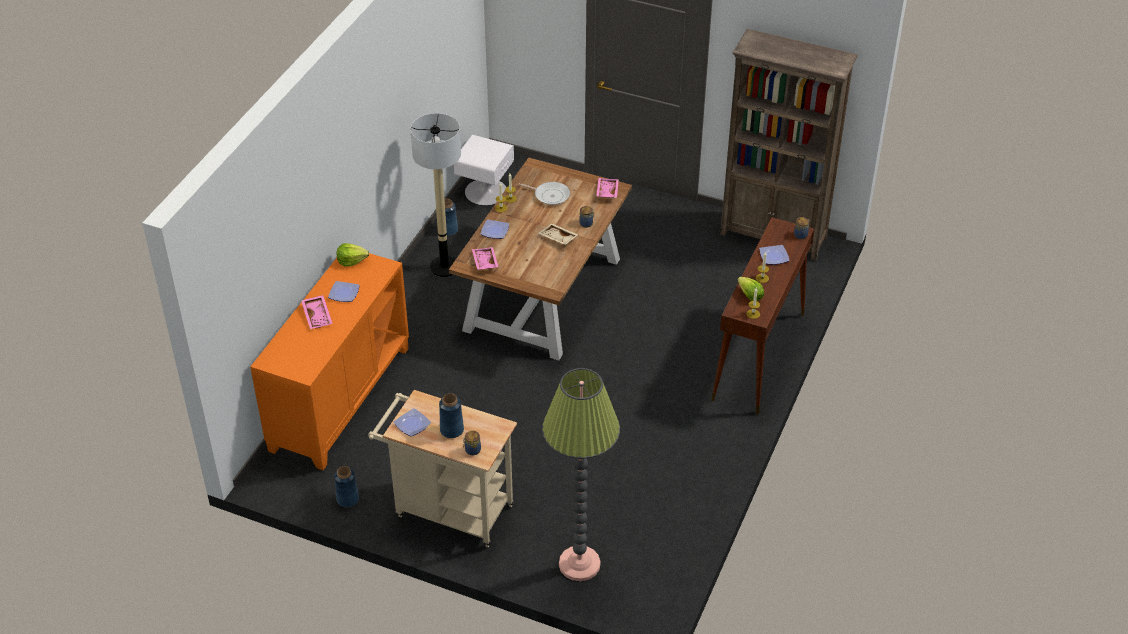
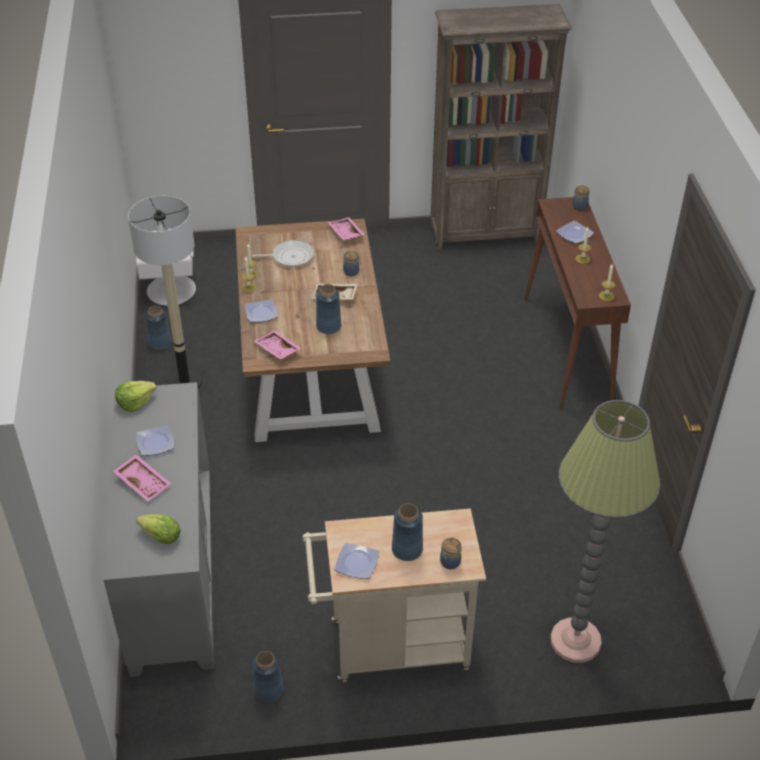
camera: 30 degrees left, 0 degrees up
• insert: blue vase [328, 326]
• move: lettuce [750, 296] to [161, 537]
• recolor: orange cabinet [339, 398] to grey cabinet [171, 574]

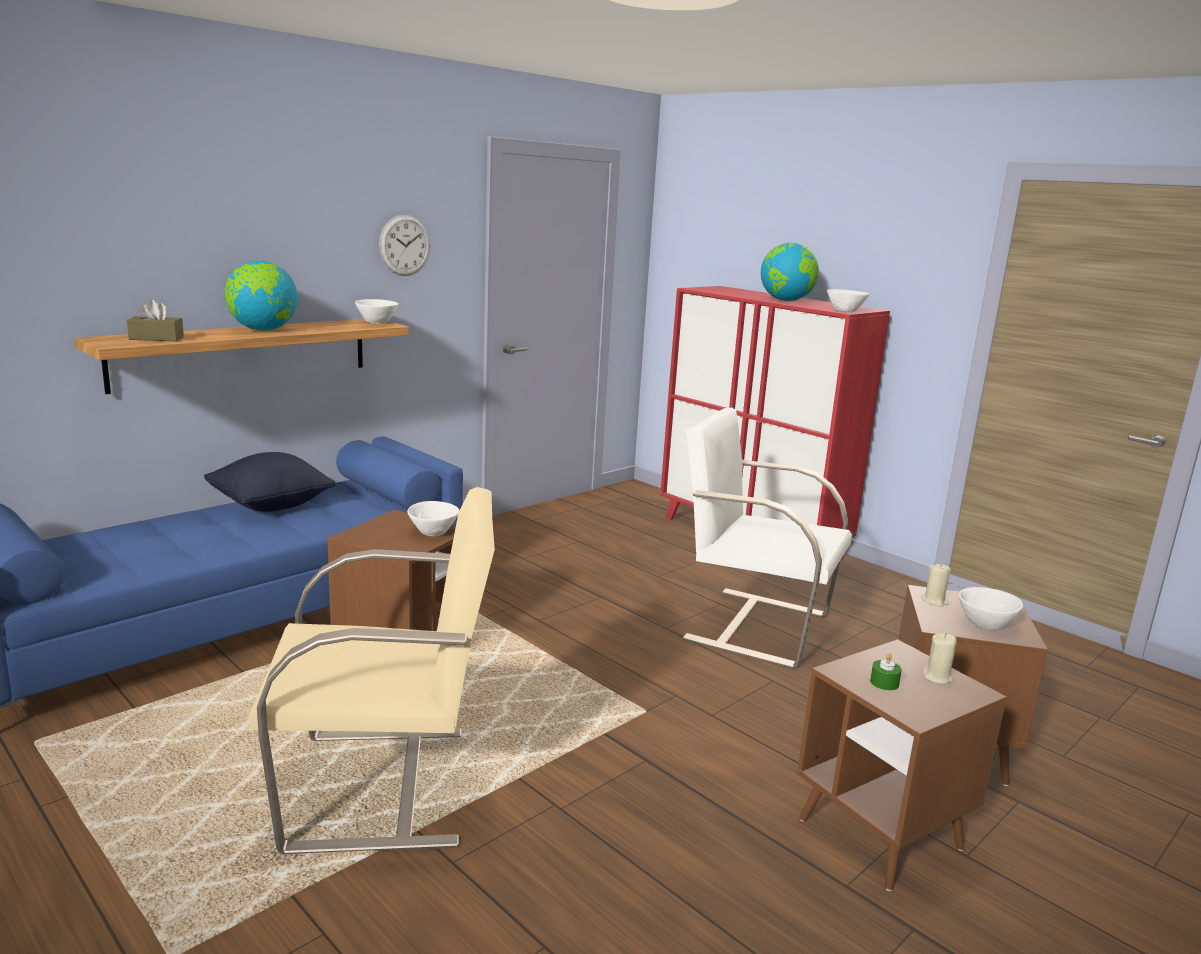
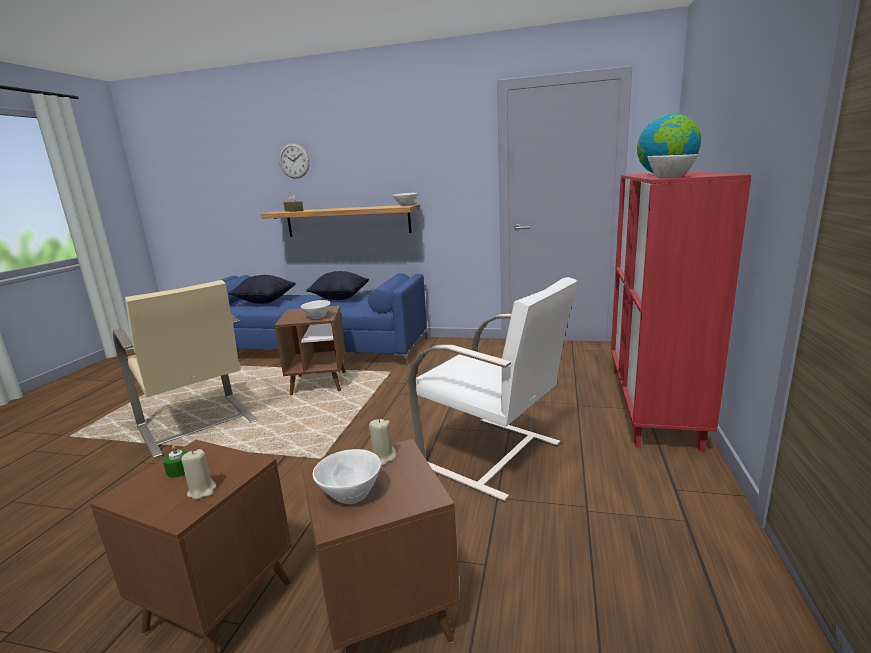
camera: 60 degrees right, 0 degrees up
• delete: globe [263, 330]
• insert: black pillow [265, 301]
• move: wall clock [405, 245] to [294, 161]
• rotate: white armchair [755, 626] = [493, 455] 135 degrees clockwise

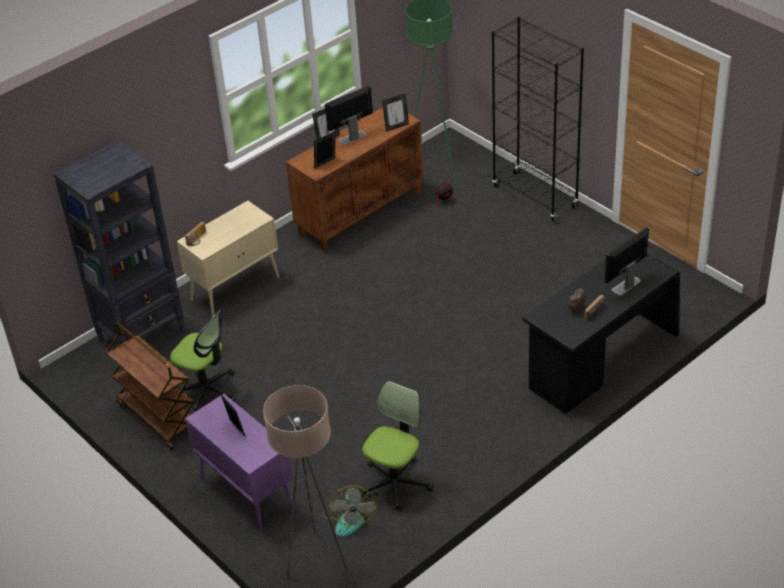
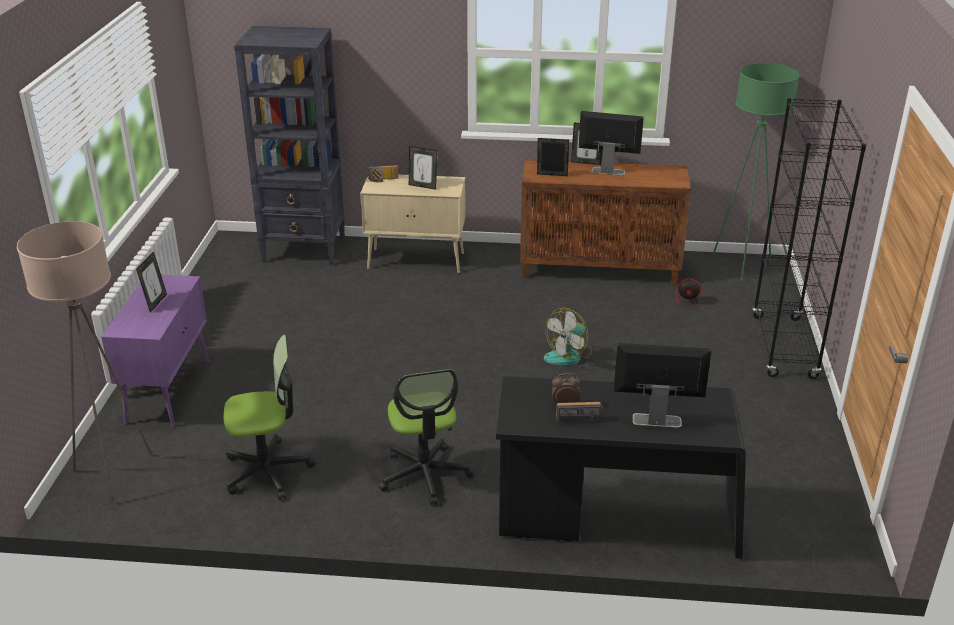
camera: 45 degrees right, 10 degrees down
• delete: brown cart [158, 417]
• move: office chair [207, 391] to [425, 475]
• move: fan [349, 518] to [568, 355]
• move: picture frame [396, 126] to [423, 186]

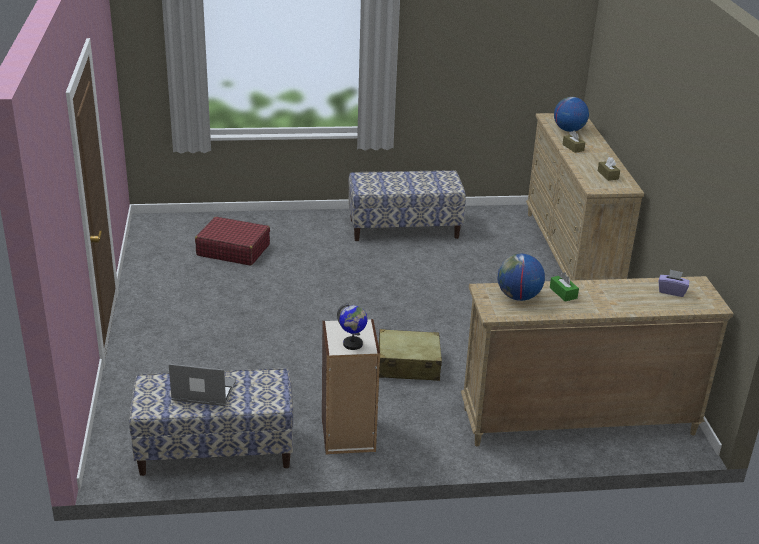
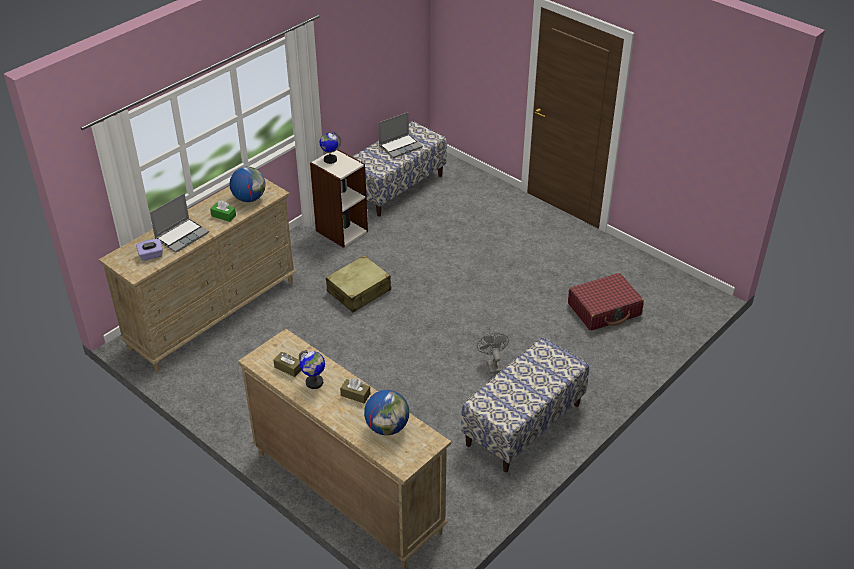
camera: 140 degrees right, 10 degrees up
• insert: laptop [182, 236]
• insert: globe [314, 382]
• insert: grey fan [492, 364]

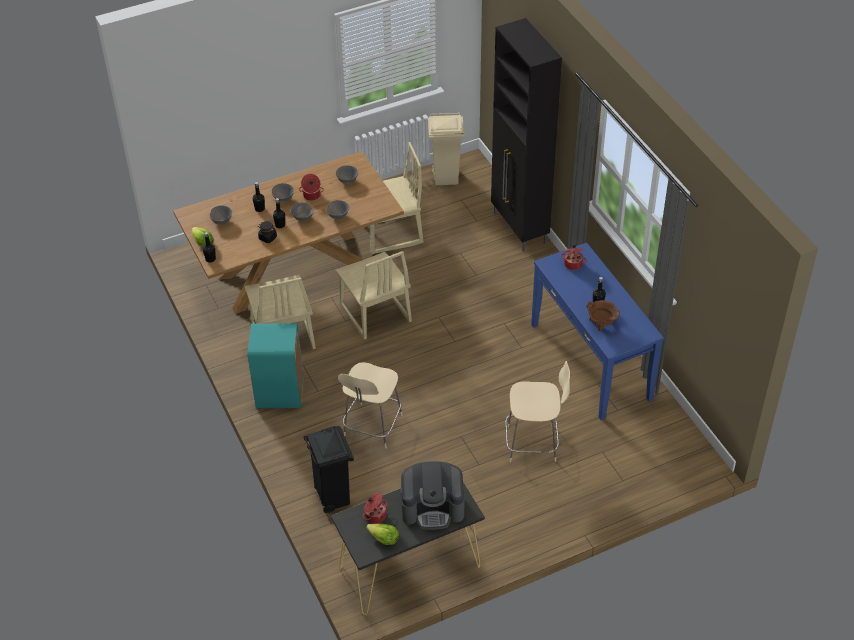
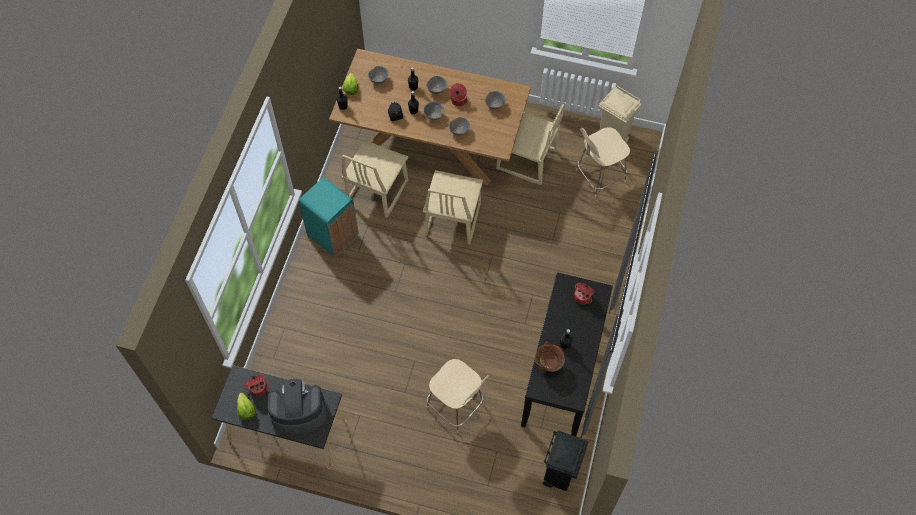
camera: 40 degrees right, 15 degrees up
• delete: black cabinet [519, 229]
• move: black trash can [333, 497] to [559, 475]
• move: beige stool [372, 427] to [598, 177]
• recolor: blue console table [591, 361] to black console table [562, 373]
• rotate: coffee machine [433, 507] = [298, 413] 135 degrees clockwise

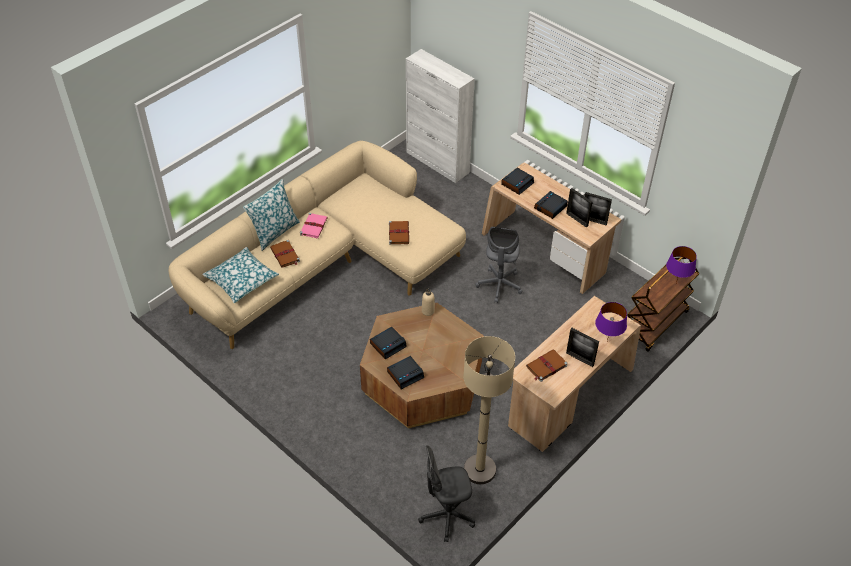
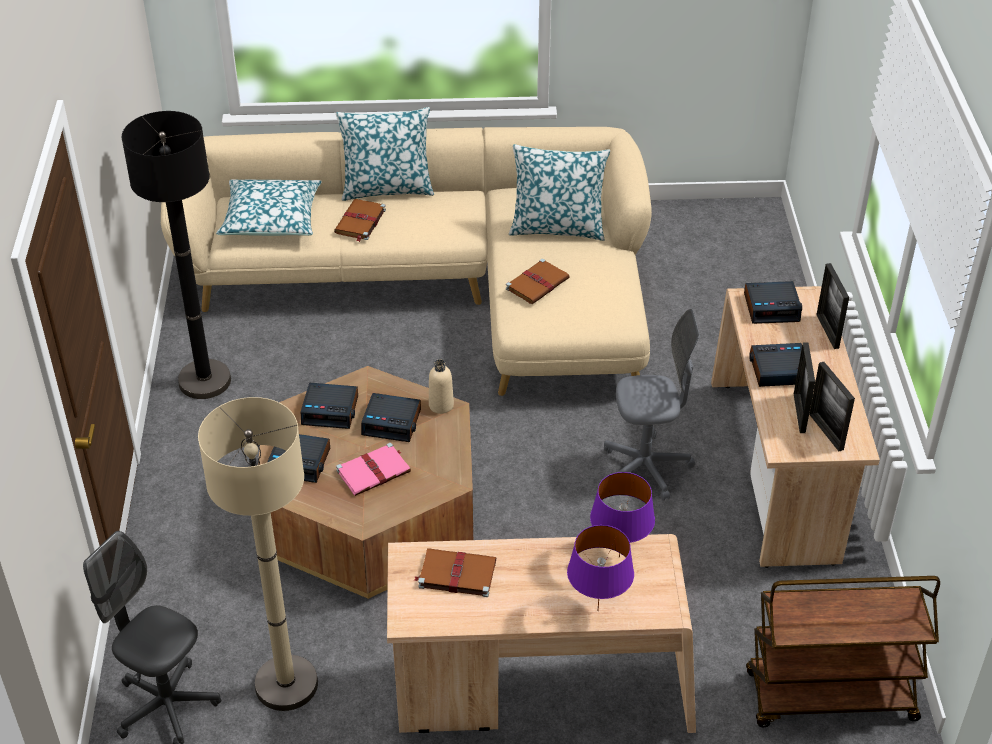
camera: 45 degrees right, 5 degrees down
• delete: white cabinet [437, 162]
• insert: black floor lamp [205, 381]
• insert: alarm clock [392, 422]
• insert: pillow [557, 228]
• move: pink book [314, 226] to [374, 471]
• move: picture frame [580, 359] to [827, 331]
• move: purple table lamp [676, 284] to [619, 557]
• rotate: grey office chair [499, 285] = [646, 468] 150 degrees counterclockwise

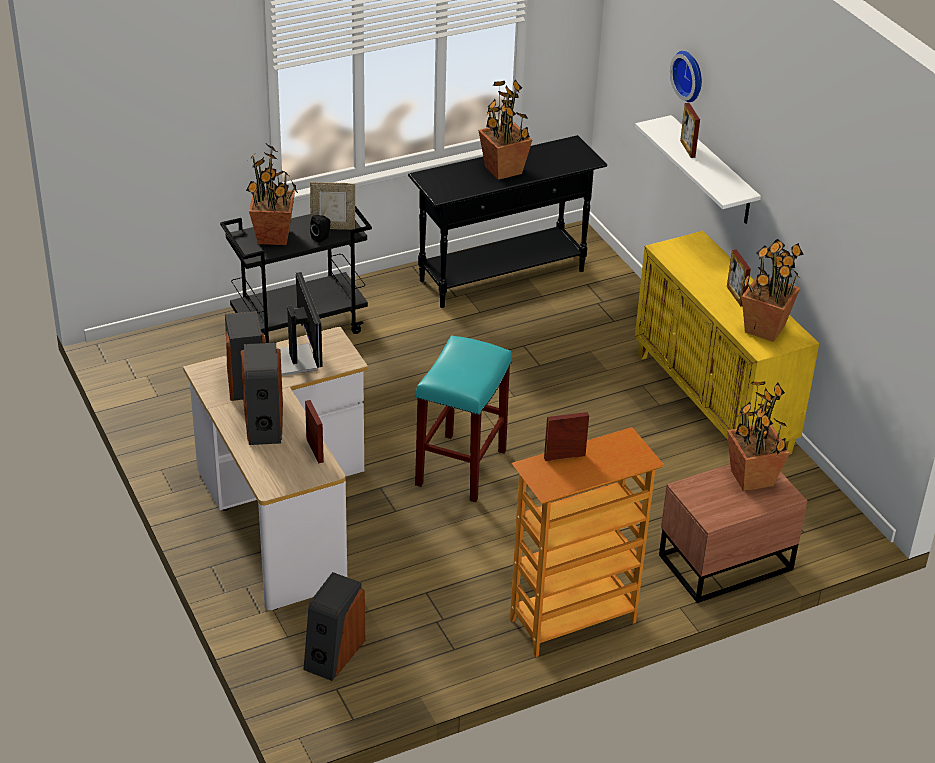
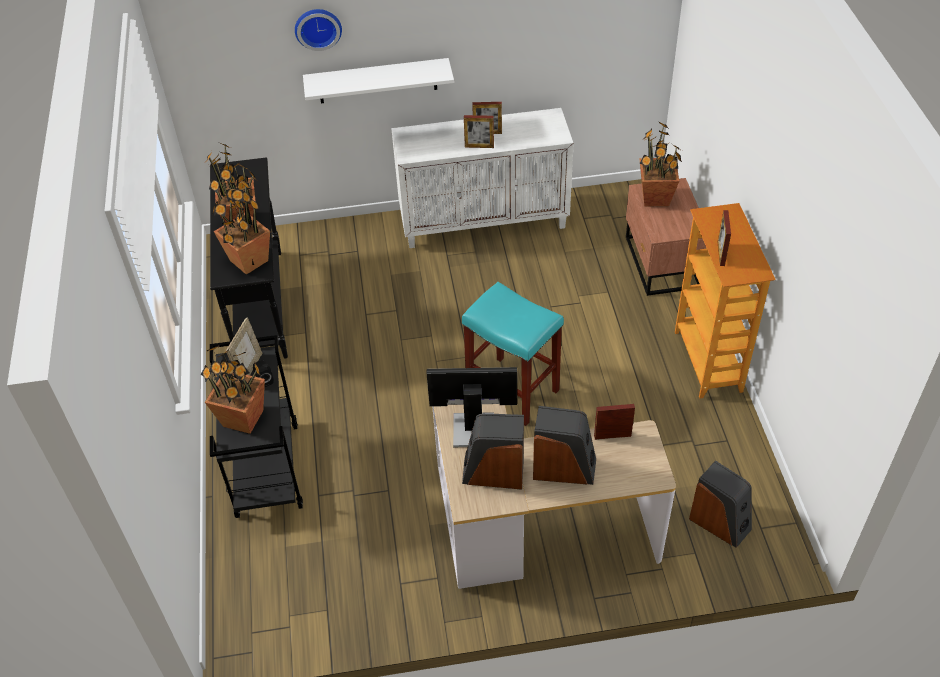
camera: 70 degrees left, 10 degrees up
• move: picture frame [687, 149] to [479, 146]
• move: potted plant [764, 328] to [248, 260]
• recolor: yellow cabinet [714, 403] to white cabinet [484, 221]

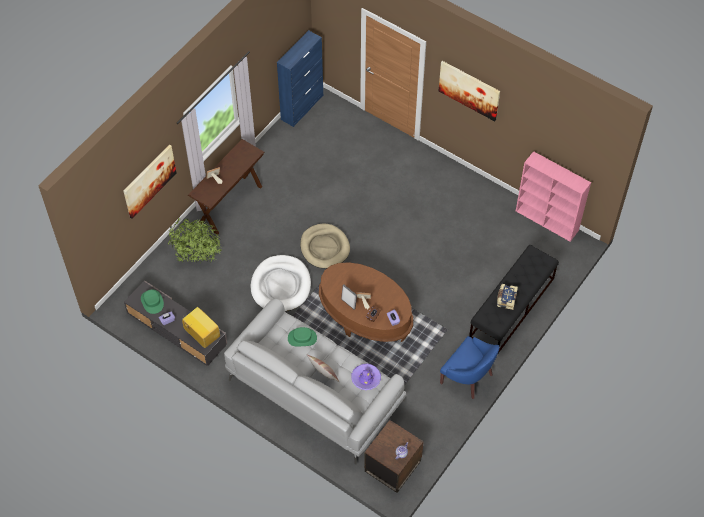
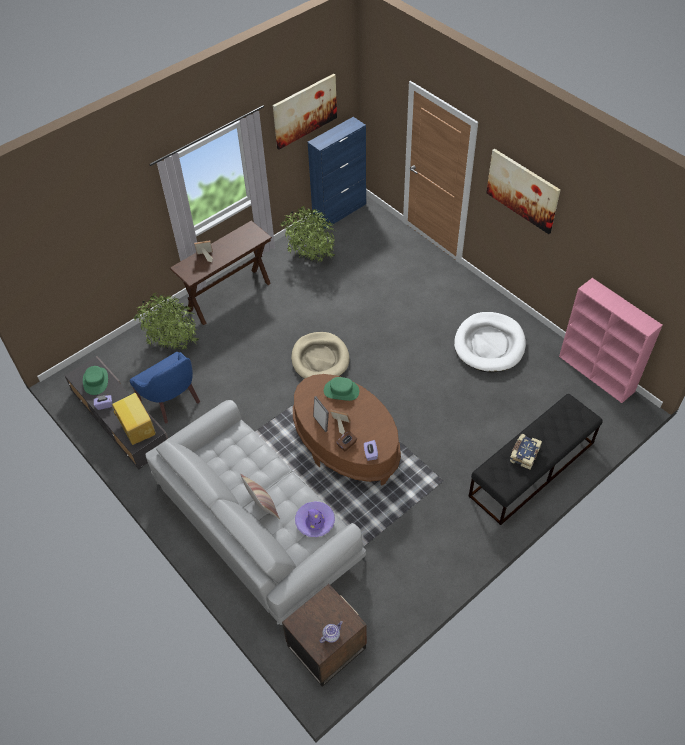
camera: 15 degrees right, 5 degrees down
• insert: potted plant [310, 257]
• move: picture [149, 181] to [305, 111]
• move: white dog bed [281, 285] to [489, 344]
• move: green hat [302, 338] to [341, 391]
• move: blue armchair [468, 377] to [172, 400]

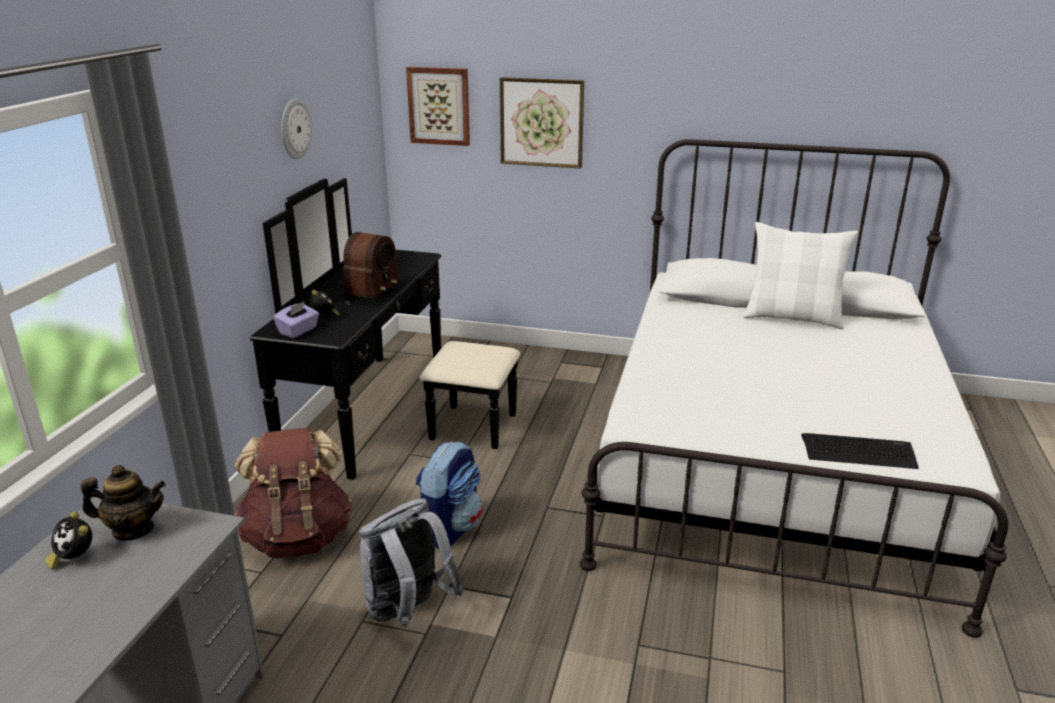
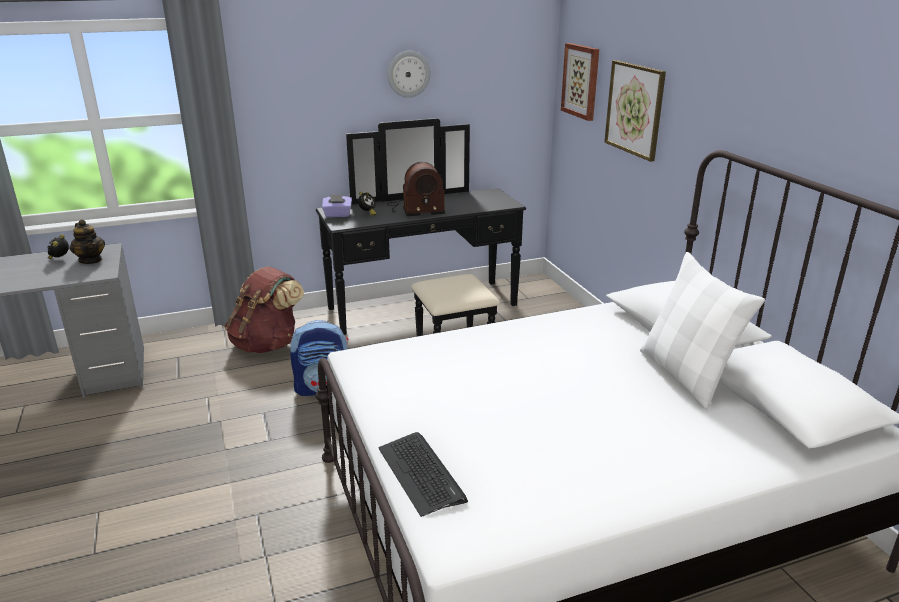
camera: 55 degrees right, 0 degrees up
• delete: grey backpack [408, 611]

